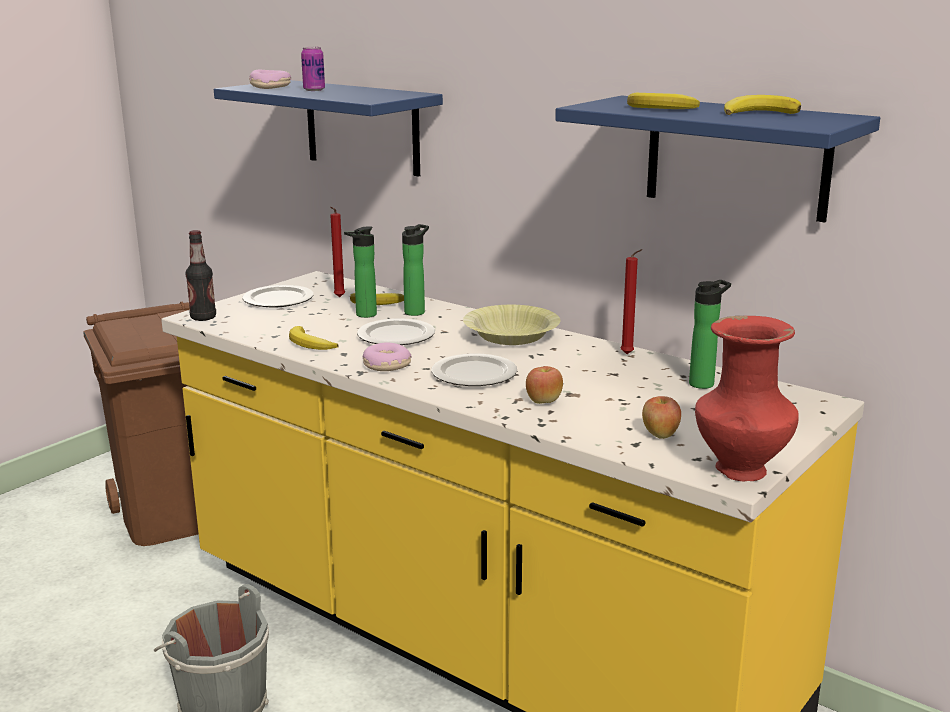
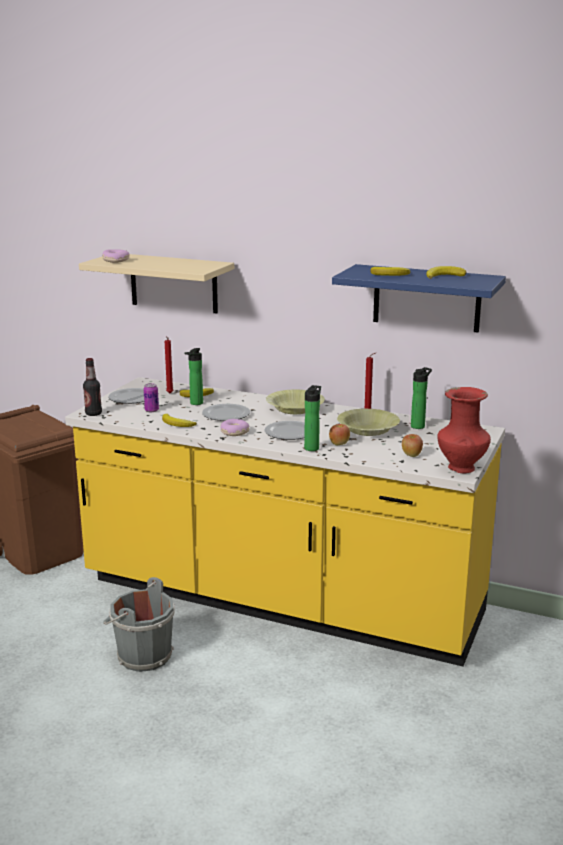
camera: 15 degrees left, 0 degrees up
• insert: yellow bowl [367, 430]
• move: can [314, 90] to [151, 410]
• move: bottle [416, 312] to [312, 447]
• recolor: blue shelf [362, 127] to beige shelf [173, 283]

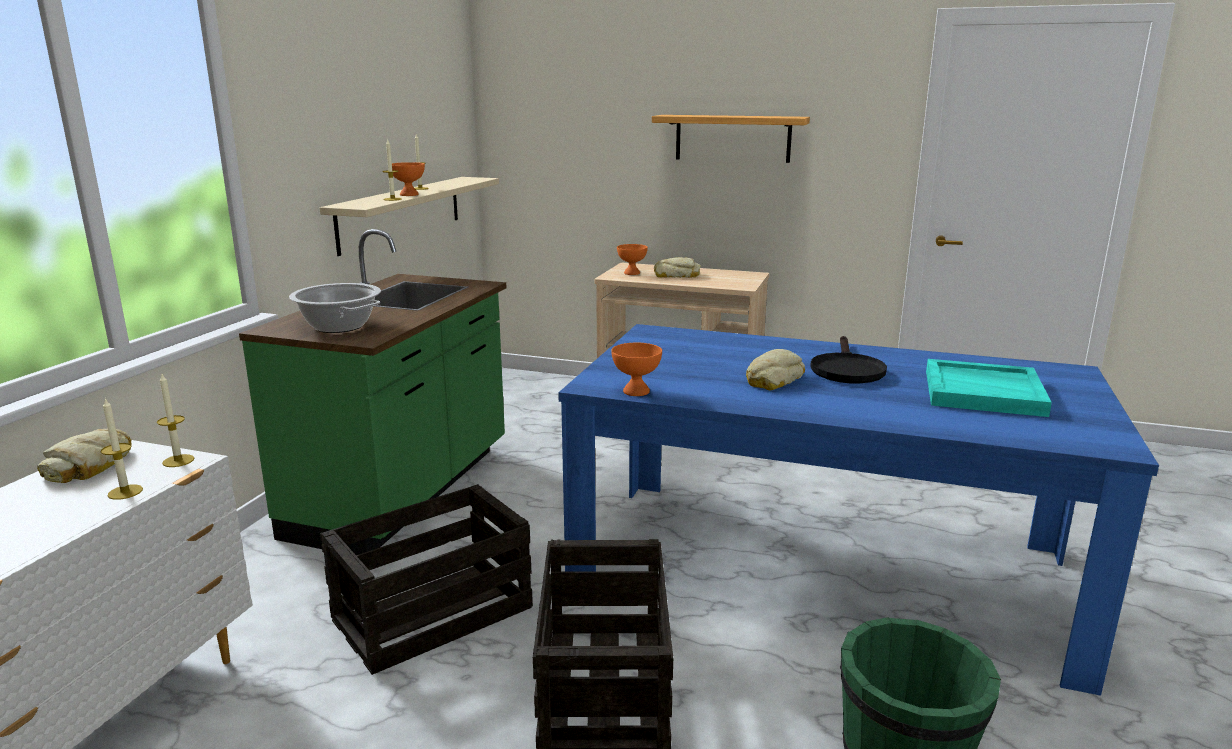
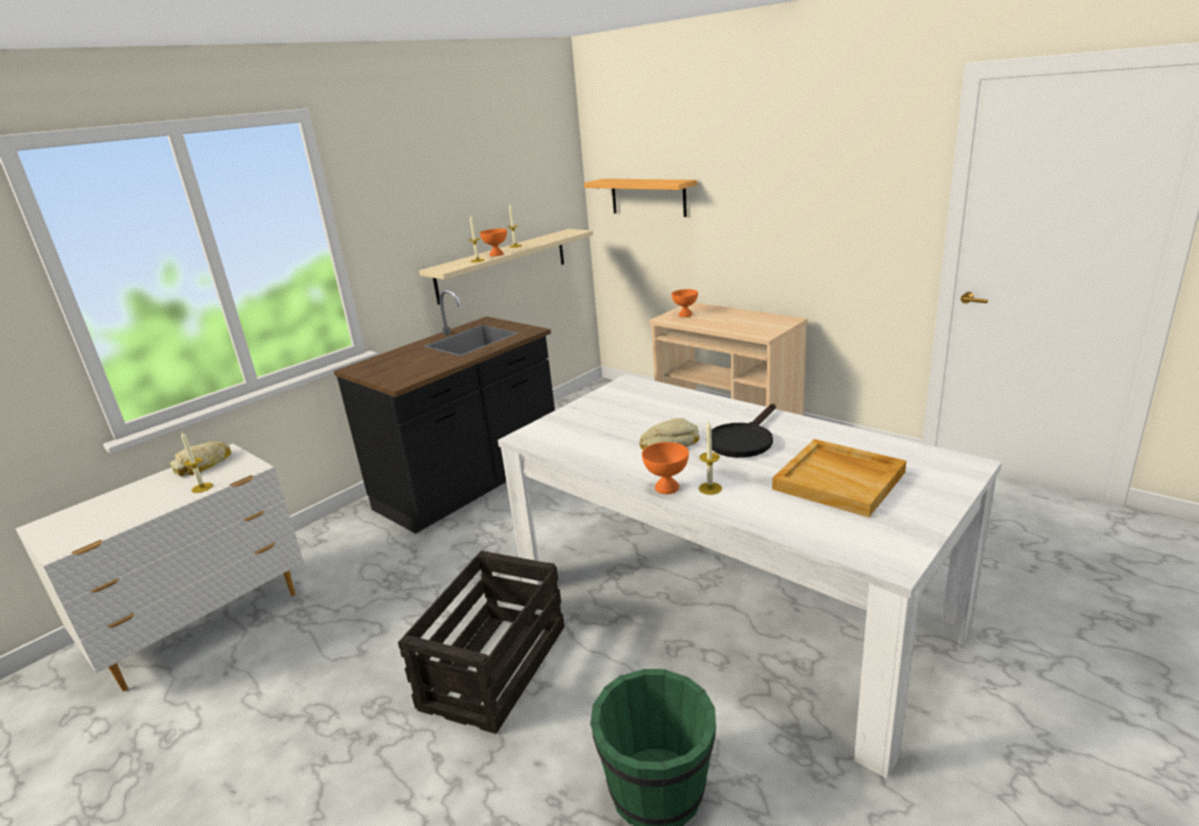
camera: 25 degrees right, 5 degrees up
• delete: cooking pot [339, 326]
• delete: crate [434, 613]
• delete: bread [677, 275]
• move: candle [178, 461] to [710, 488]
• move: orange bowl [635, 392] to [666, 488]
• move: shelf [732, 138] to [648, 197]
• recolor: green counter [404, 493] to black counter [471, 484]
• recolor: blue dining table [821, 570] to white dining table [728, 604]
• recolor: turquoise tray [984, 392] to beige tray [840, 480]

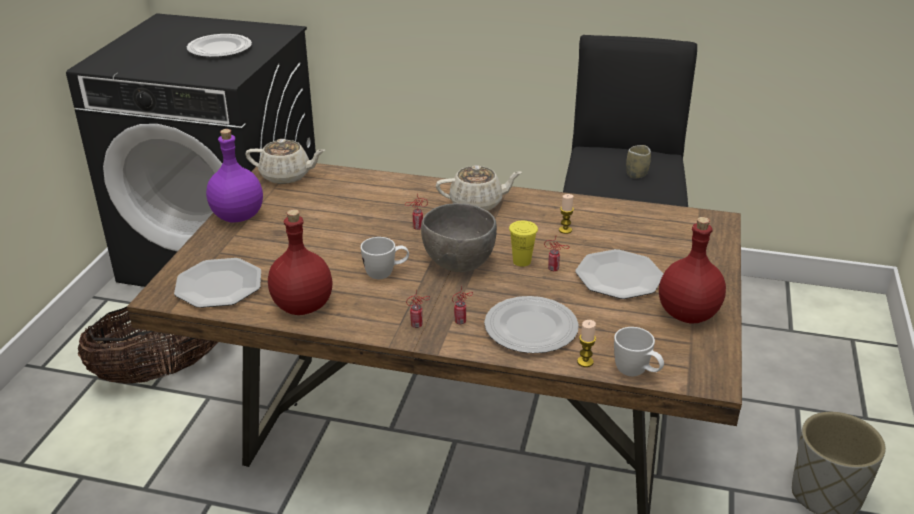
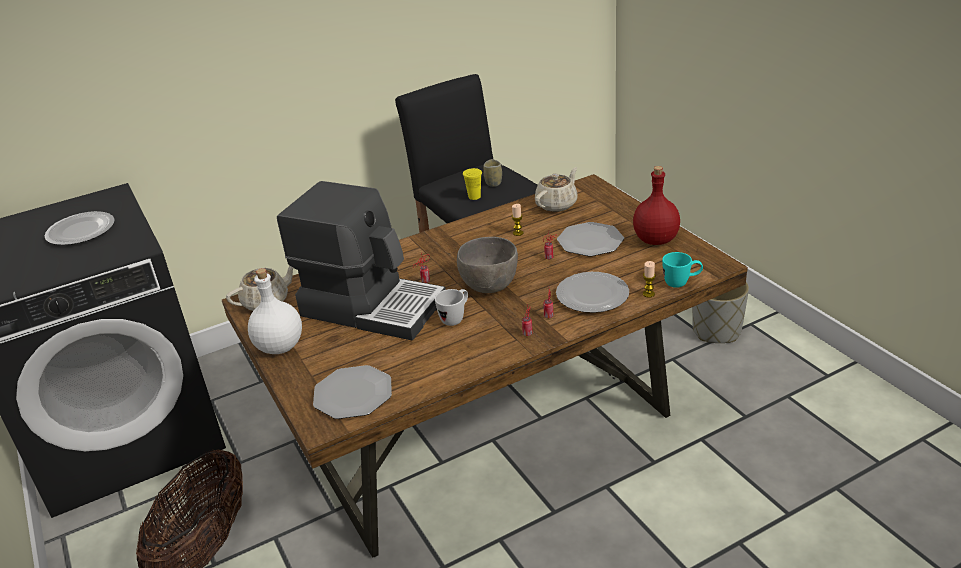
camera: 40 degrees left, 0 degrees up
• delete: red bottle [304, 306]
• insert: coffee machine [372, 306]
• move: beige teapot [477, 204] to [557, 204]
• move: yellow cup [522, 261] to [474, 197]
• recolor: purple bottle [238, 217] to white bottle [280, 347]
• recolor: white mug [636, 373] to turquoise mug [681, 283]

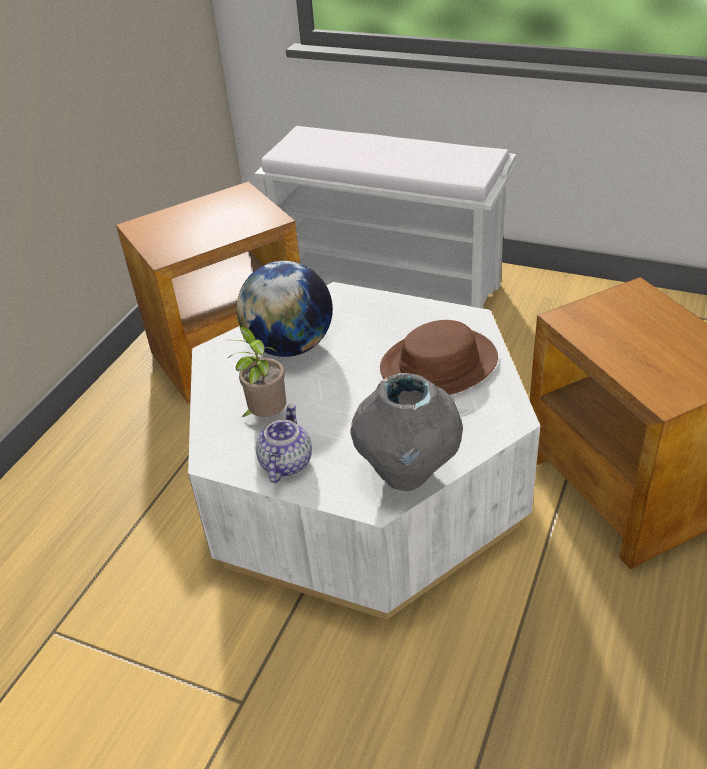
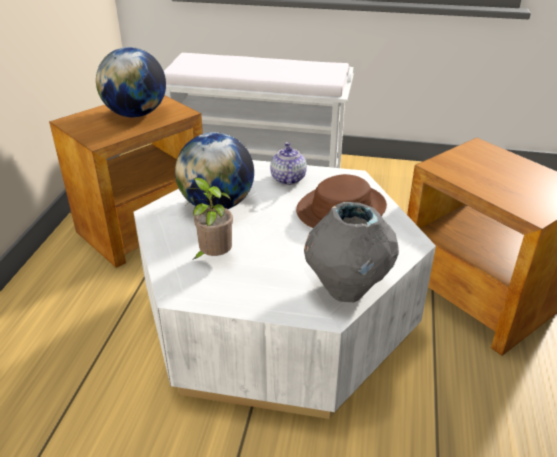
camera: 15 degrees left, 5 degrees down
• insert: globe [136, 114]
• move: teapot [285, 463] to [287, 178]

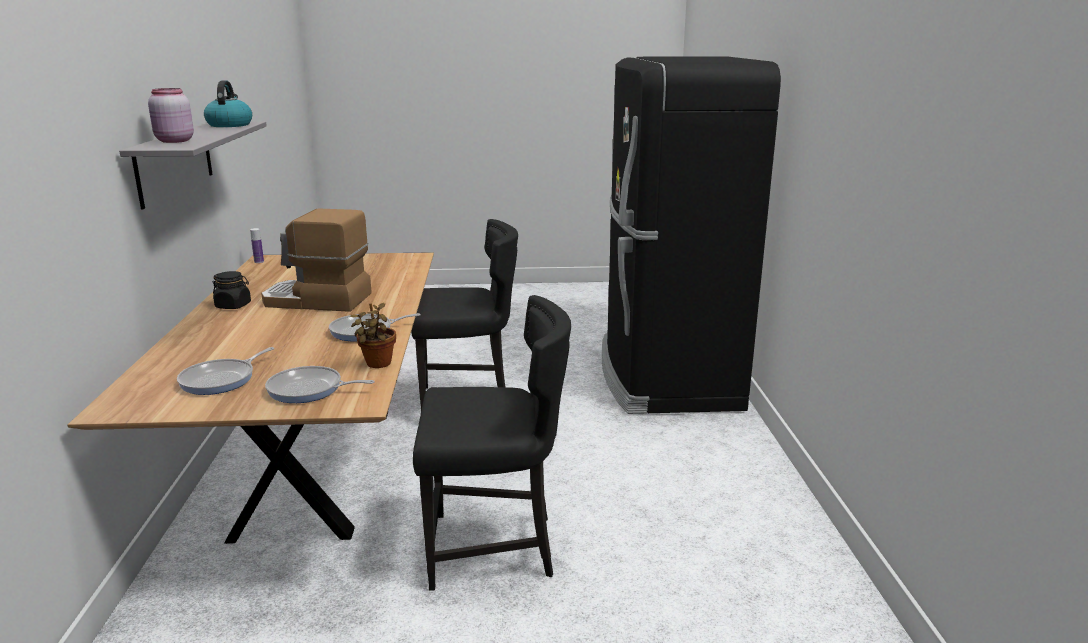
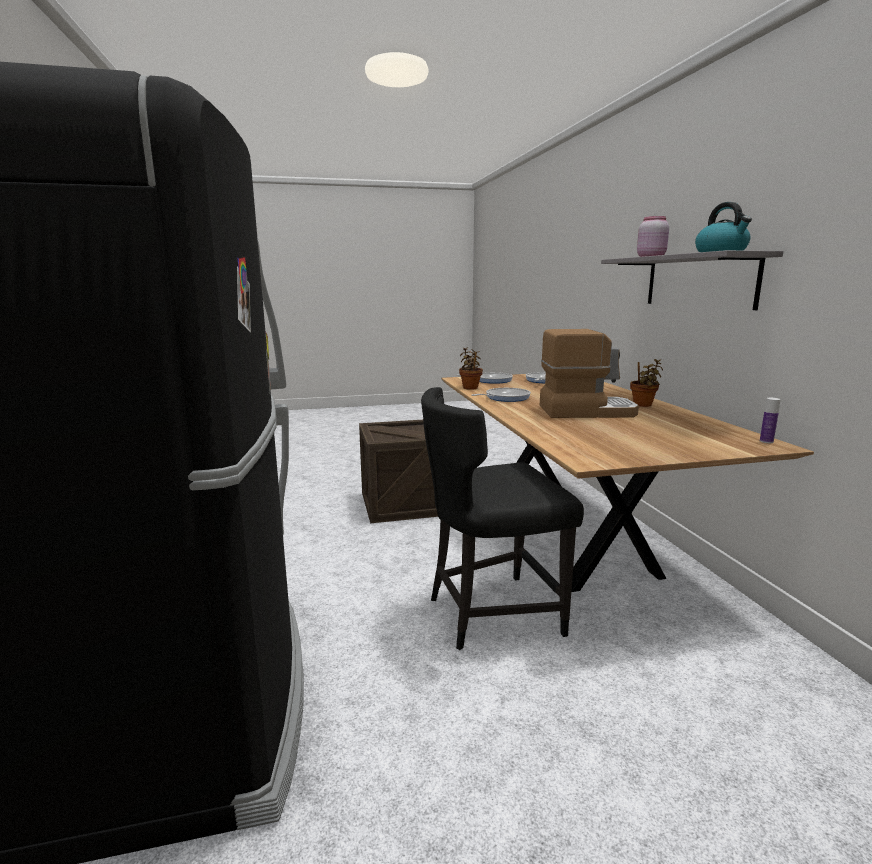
camera: 170 degrees right, 5 degrees down
• replace: black jar [233, 306] to potted plant [643, 405]
• replace: black chair [494, 548] to crate [404, 503]

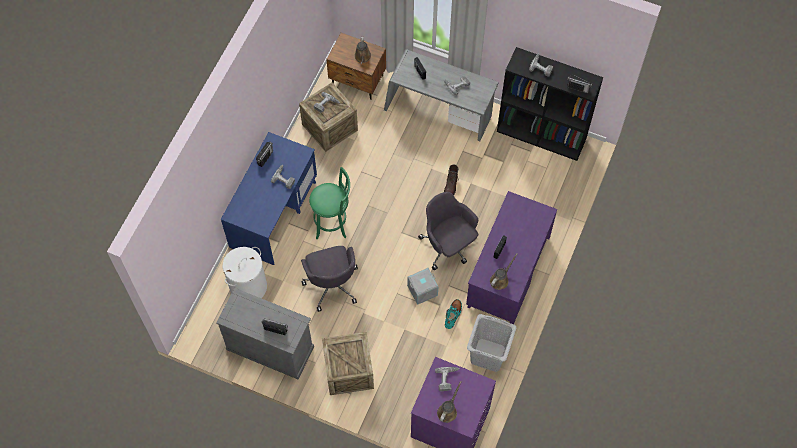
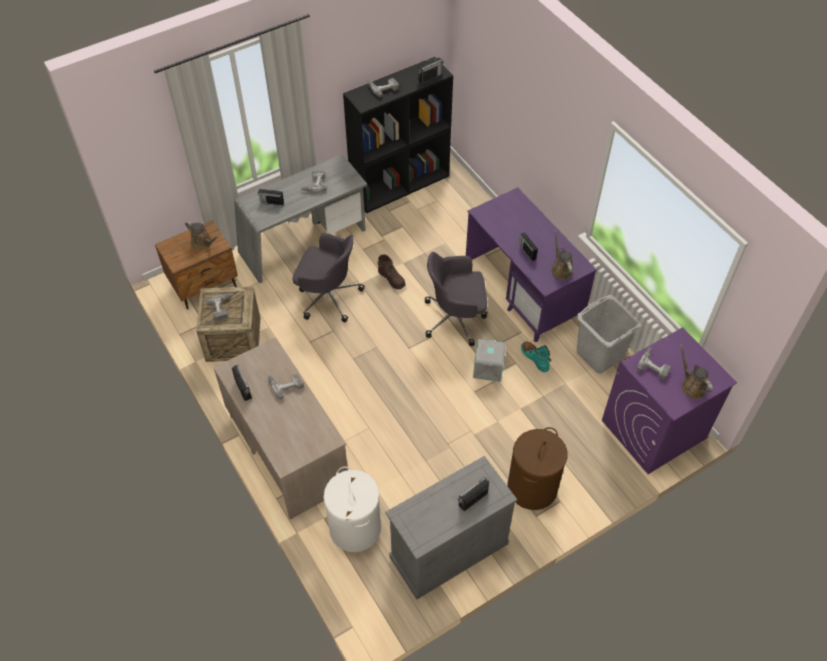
camera: 55 degrees left, 10 degrees down
• delete: green stool [333, 223]
• move: grey office chair [332, 284] to [328, 296]
• replace: crate [348, 371] to brown laundry basket [532, 487]
• recolor: blue desk [273, 213] to beige desk [286, 449]

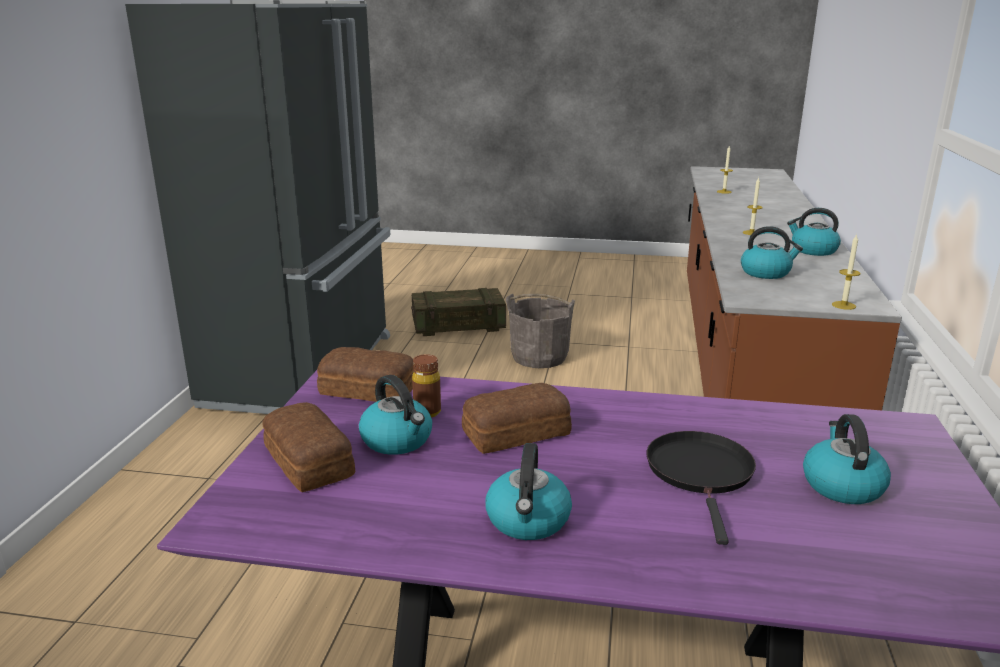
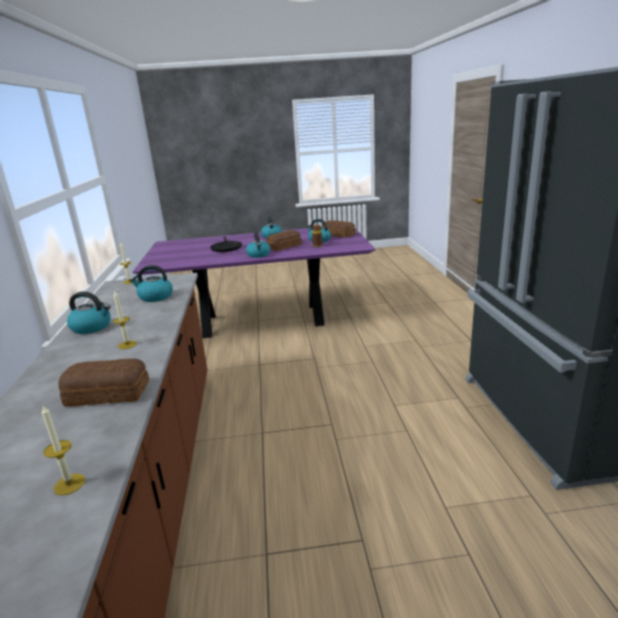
camera: 165 degrees right, 0 degrees up
• delete: crate [458, 326]
• delete: grey bucket [539, 357]
• move: bread [369, 390] to [107, 393]
• move: kettle [841, 485] to [259, 255]

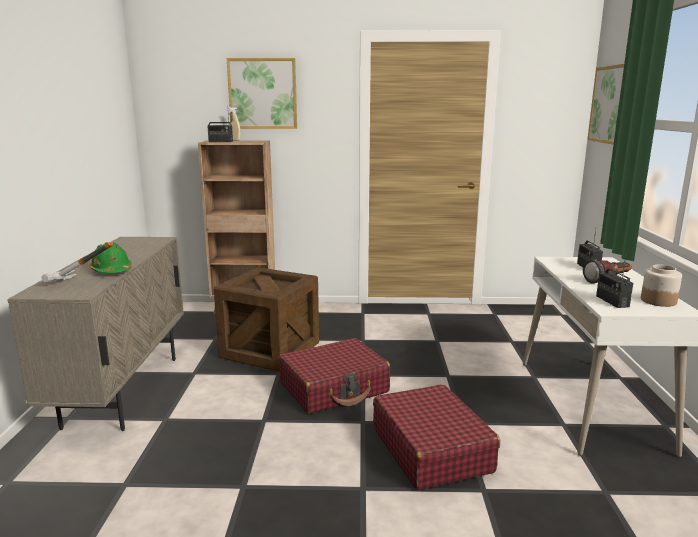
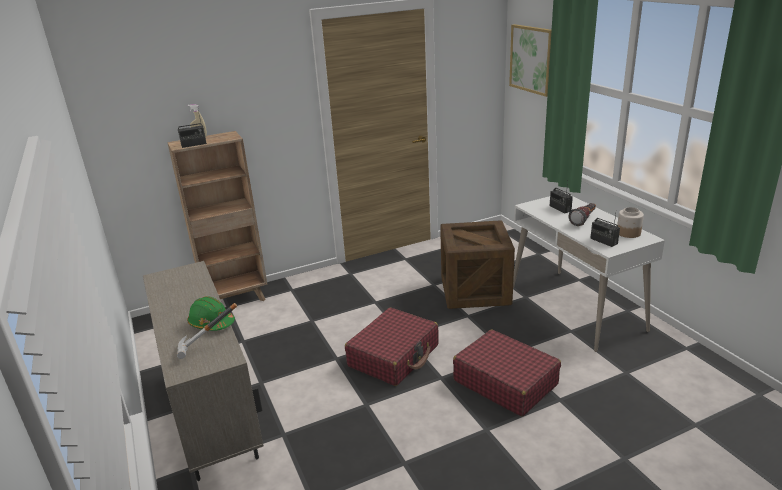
camera: 25 degrees left, 10 degrees up
• delete: picture [263, 94]
• move: crate [270, 350] to [475, 291]

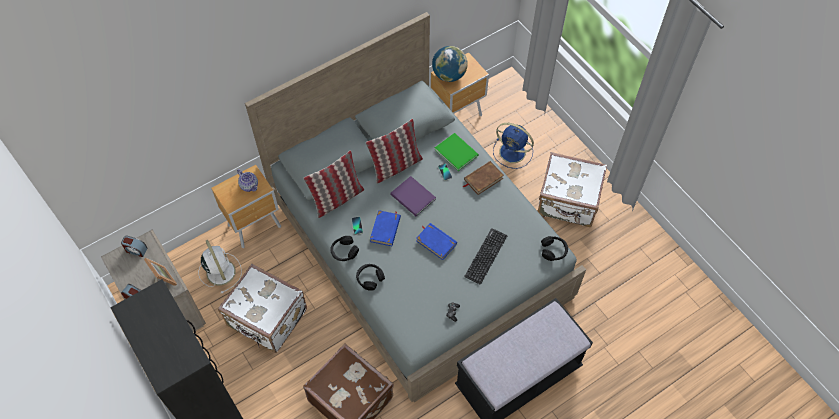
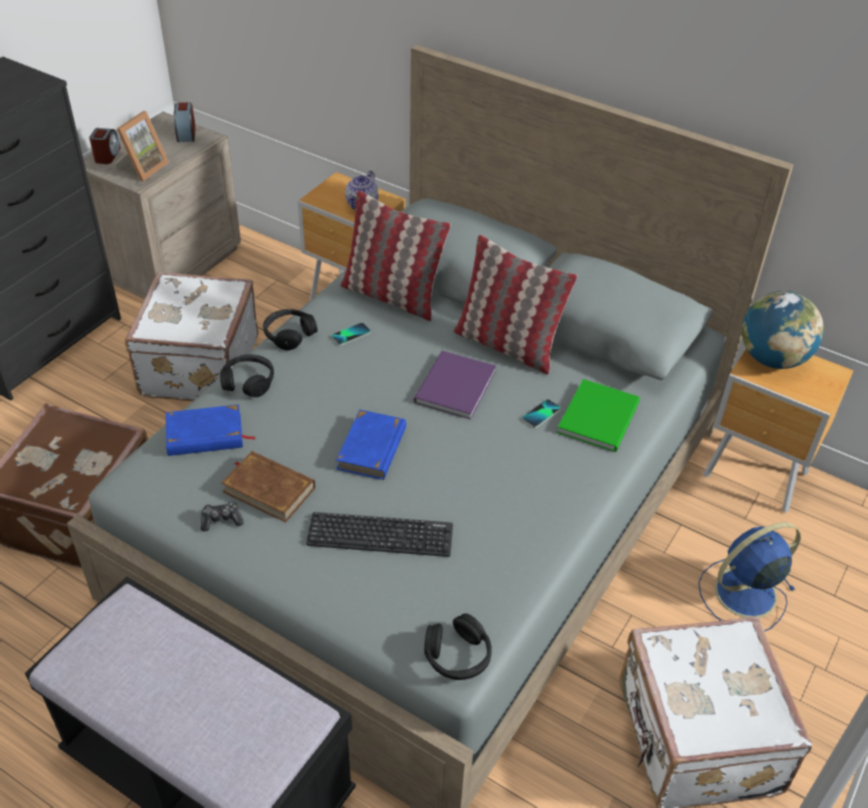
camera: 65 degrees right, 15 degrees down
• delete: white fan [220, 271]
• move: blue book [385, 229] to [205, 435]
• move: brown book [483, 179] to [269, 489]
• rotate: blue fan [513, 152] = [743, 594] 60 degrees clockwise

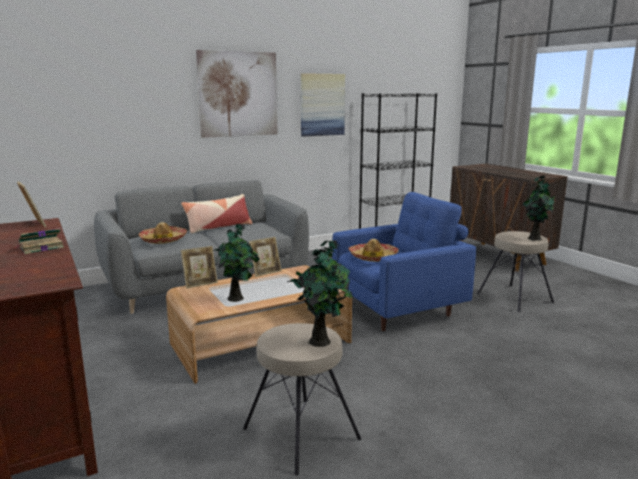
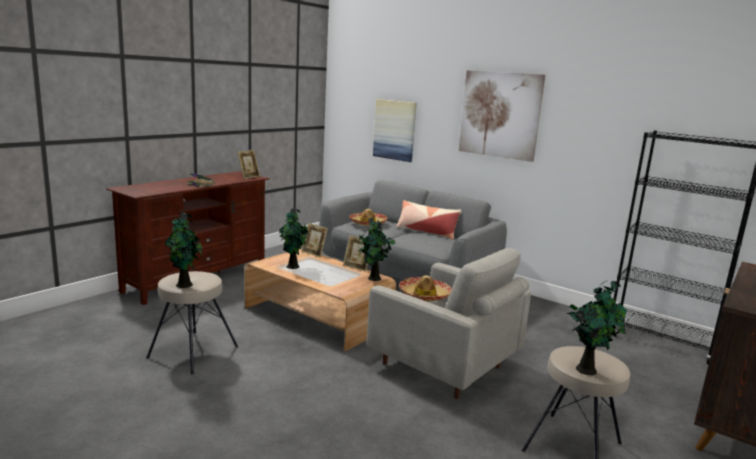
camera: 65 degrees right, 0 degrees up
• insert: potted plant [373, 279]
• move: picture [322, 105] to [394, 130]
• recolor: blue armchair [399, 309] to grey armchair [444, 367]

